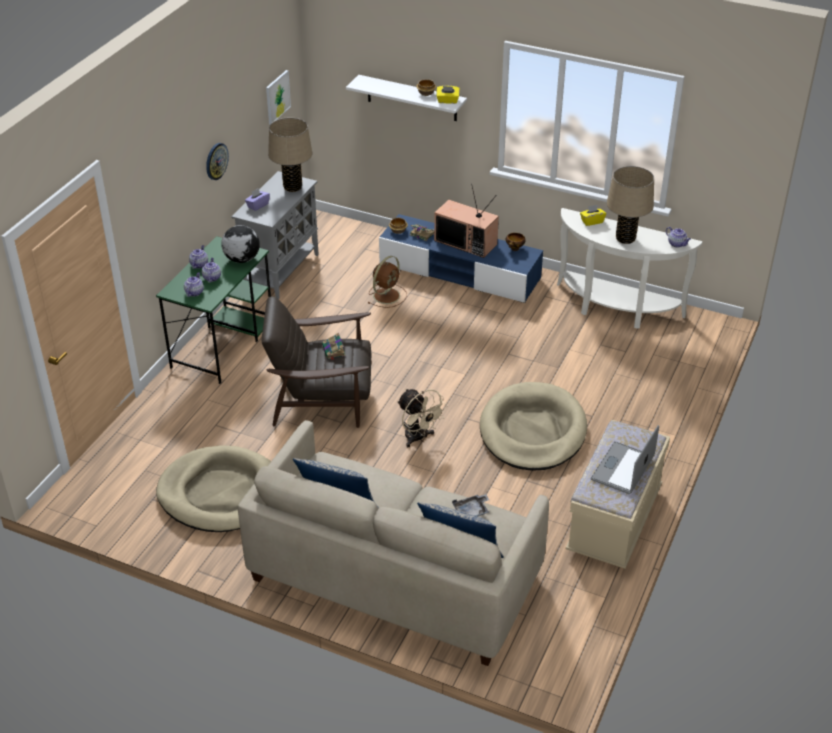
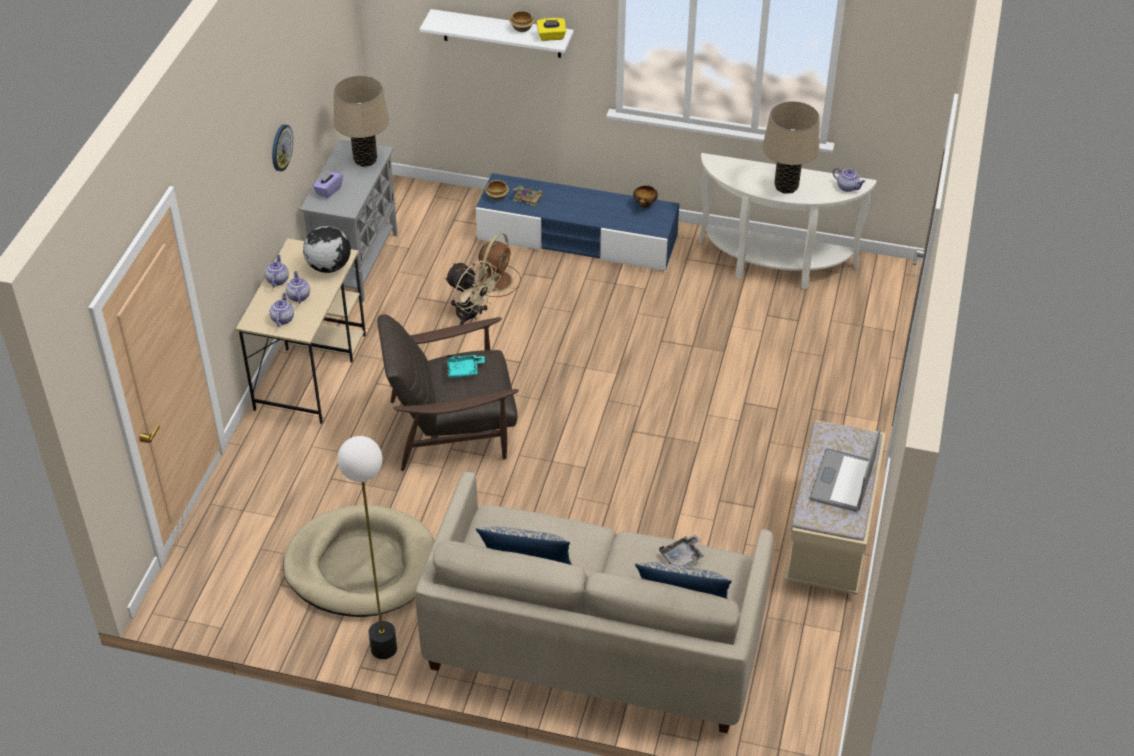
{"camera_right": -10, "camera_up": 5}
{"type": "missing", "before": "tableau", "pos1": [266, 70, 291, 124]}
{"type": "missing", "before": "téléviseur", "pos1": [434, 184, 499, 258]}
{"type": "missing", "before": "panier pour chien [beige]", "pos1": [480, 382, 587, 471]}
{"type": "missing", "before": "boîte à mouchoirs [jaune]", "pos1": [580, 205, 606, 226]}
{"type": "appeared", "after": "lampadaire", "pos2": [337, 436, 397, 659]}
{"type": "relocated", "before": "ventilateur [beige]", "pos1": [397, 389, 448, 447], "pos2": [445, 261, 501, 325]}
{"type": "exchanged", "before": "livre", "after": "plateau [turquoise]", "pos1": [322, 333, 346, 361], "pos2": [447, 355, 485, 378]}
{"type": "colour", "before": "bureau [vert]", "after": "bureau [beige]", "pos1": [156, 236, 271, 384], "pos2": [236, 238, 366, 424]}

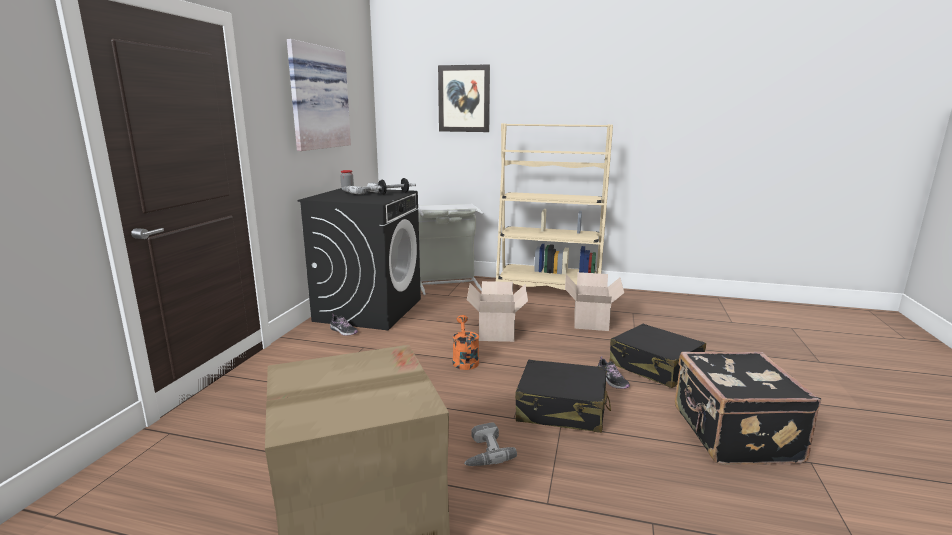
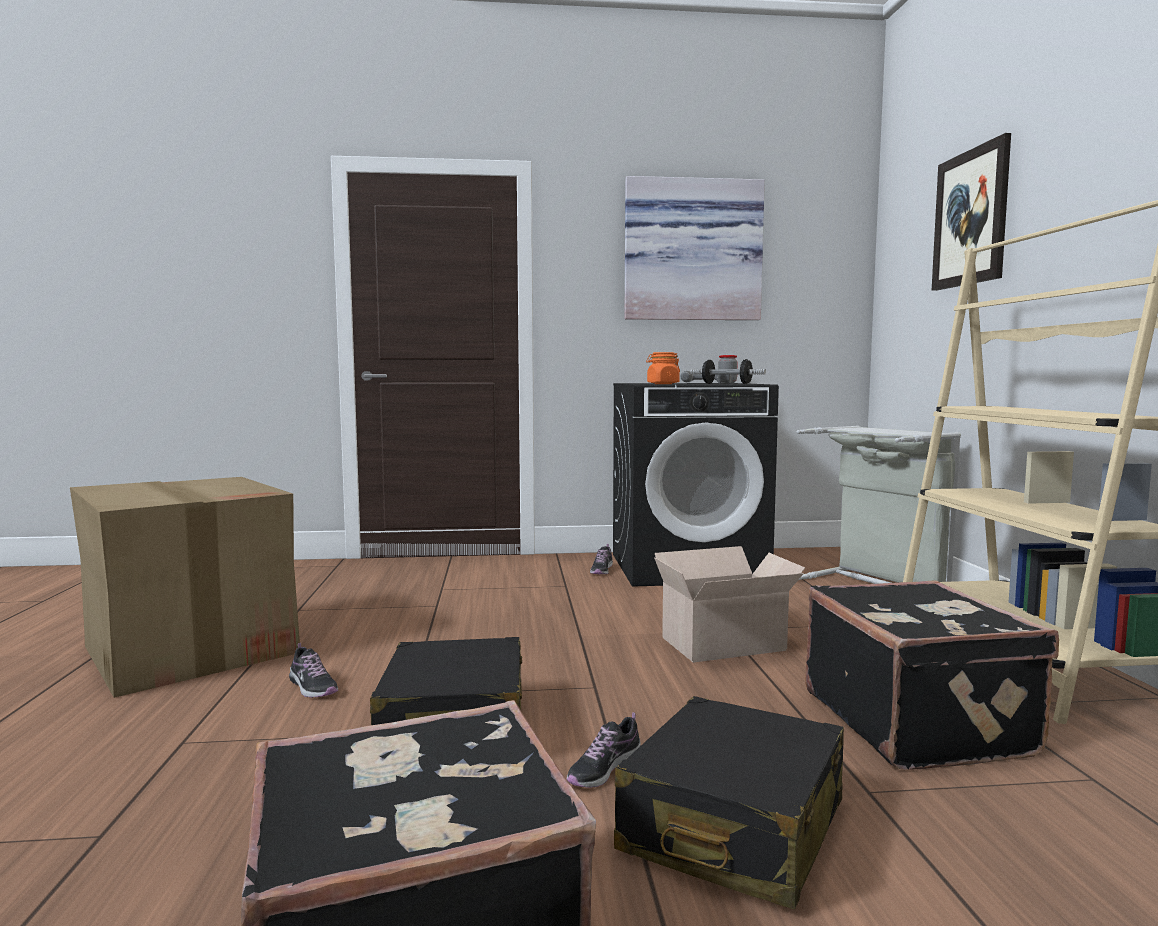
{"camera_right": 70, "camera_up": -10}
{"type": "missing", "before": "arrosoir [orange]", "pos1": [452, 315, 479, 370]}
{"type": "appeared", "after": "bocal [orange]", "pos2": [646, 352, 680, 384]}
{"type": "exchanged", "before": "perceuse", "after": "chaussure", "pos1": [464, 422, 517, 466], "pos2": [289, 643, 338, 698]}
{"type": "exchanged", "before": "carton", "after": "valise [noir]", "pos1": [565, 272, 624, 331], "pos2": [805, 580, 1059, 770]}

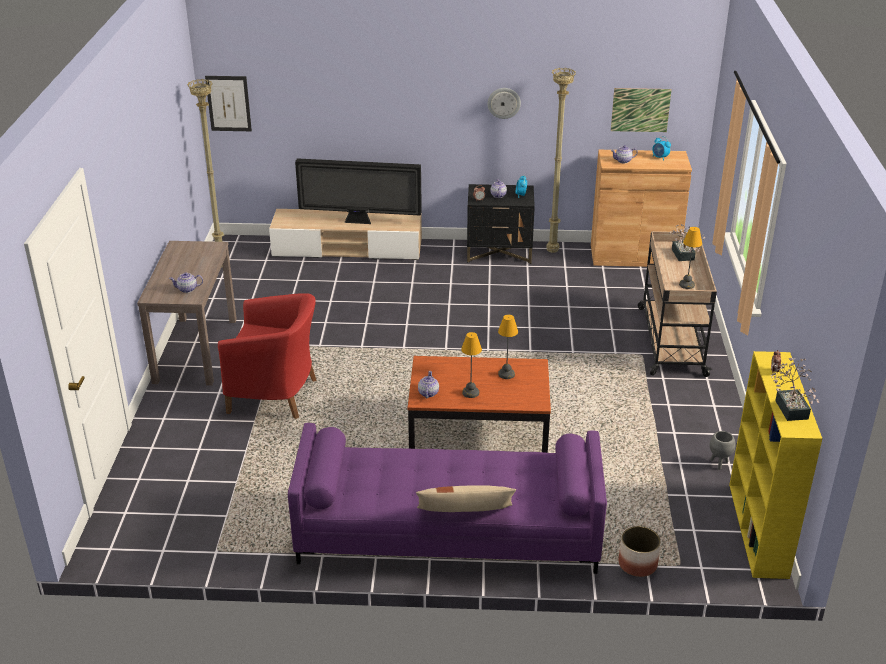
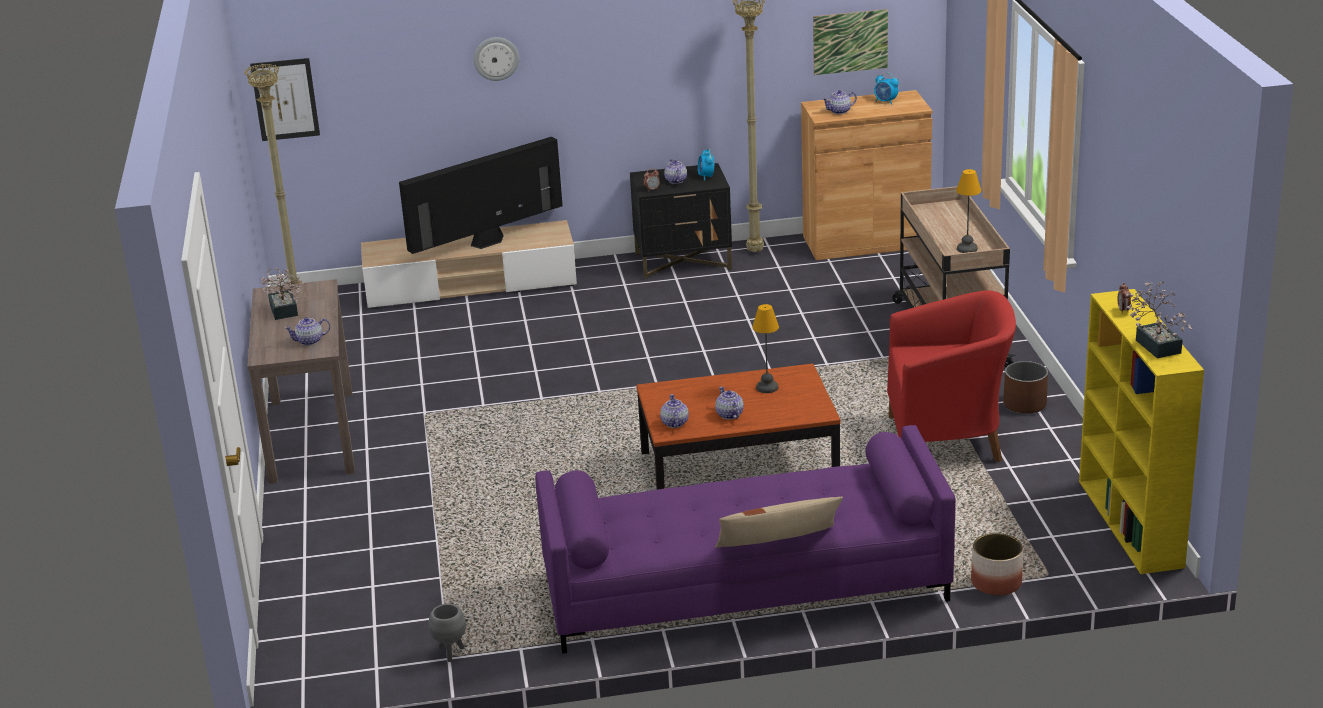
{"camera_right": -10, "camera_up": -5}
{"type": "appeared", "after": "cache-pot [marron]", "pos2": [1003, 361, 1048, 414]}
{"type": "relocated", "before": "fauteuil [rouge]", "pos1": [218, 293, 317, 419], "pos2": [887, 290, 1016, 462]}
{"type": "relocated", "before": "horloge murale", "pos1": [488, 88, 521, 119], "pos2": [473, 37, 519, 81]}
{"type": "relocated", "before": "plante en pot", "pos1": [669, 224, 705, 261], "pos2": [261, 267, 304, 320]}
{"type": "relocated", "before": "cache-pot [gris]", "pos1": [710, 431, 736, 470], "pos2": [429, 604, 466, 662]}
{"type": "exchanged", "before": "lampe de table", "after": "théière", "pos1": [461, 332, 482, 398], "pos2": [715, 386, 744, 419]}
{"type": "spun", "before": "téléviseur", "pos1": [295, 158, 422, 224], "pos2": [399, 137, 563, 254], "turn": 150}

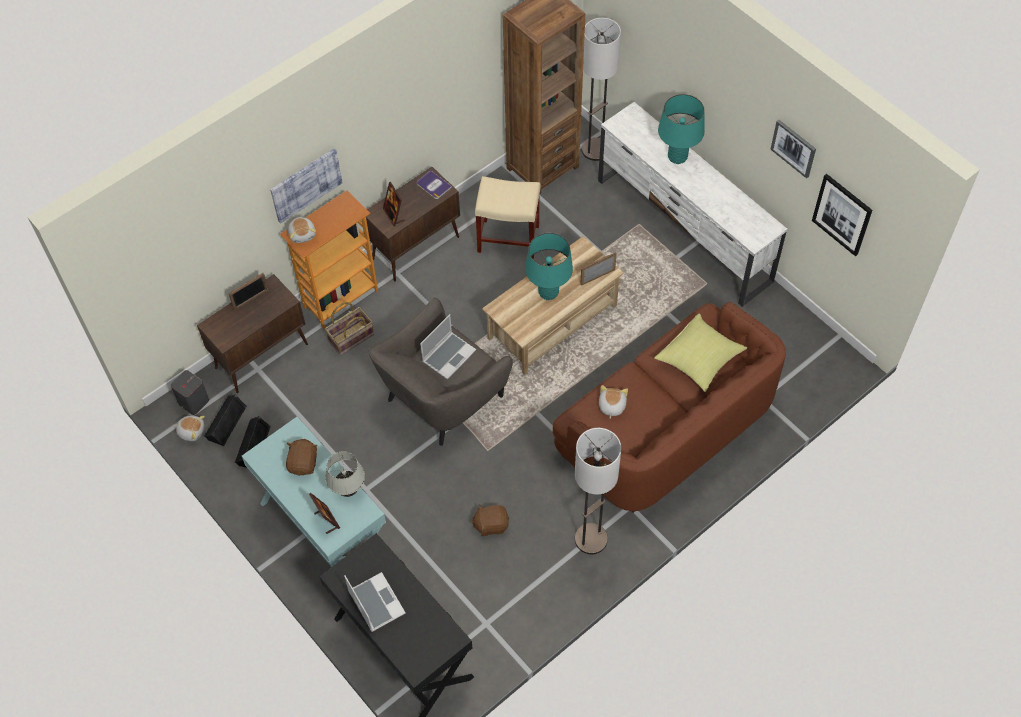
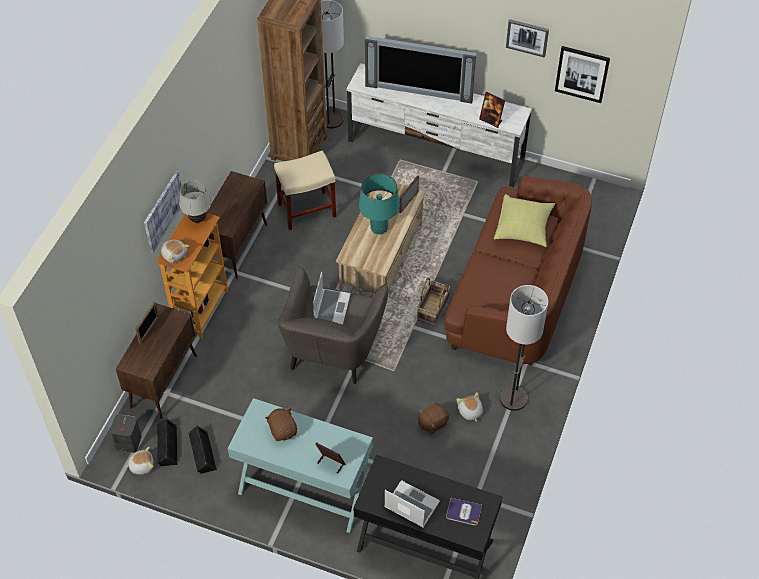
{"camera_right": -30, "camera_up": -5}
{"type": "relocated", "before": "panier", "pos1": [325, 302, 374, 356], "pos2": [417, 278, 450, 326]}
{"type": "relocated", "before": "lampe de table [blanc]", "pos1": [326, 451, 365, 497], "pos2": [179, 180, 211, 223]}
{"type": "relocated", "before": "cadre photo", "pos1": [383, 182, 405, 226], "pos2": [479, 92, 505, 128]}
{"type": "relocated", "before": "livre", "pos1": [417, 170, 452, 199], "pos2": [446, 498, 482, 526]}
{"type": "relocated", "before": "peluche", "pos1": [599, 385, 628, 419], "pos2": [456, 392, 483, 422]}
{"type": "exchanged", "before": "lampe de table [turquoise]", "after": "téléviseur", "pos1": [658, 94, 704, 164], "pos2": [365, 36, 477, 104]}

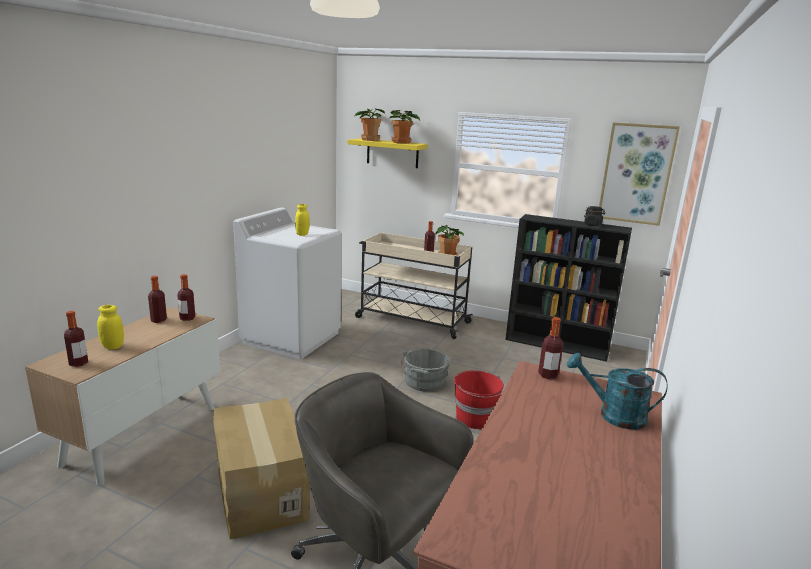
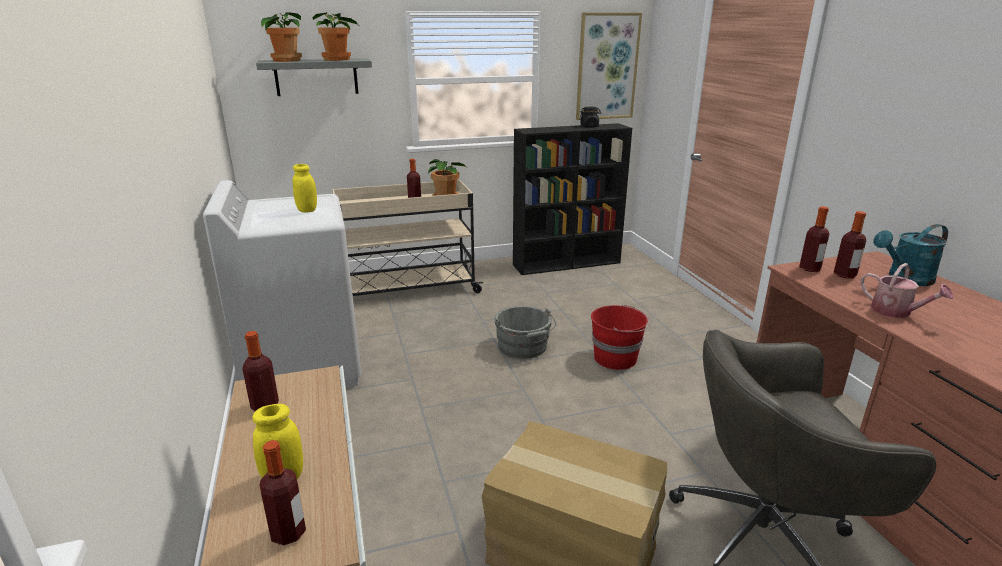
{"camera_right": -40, "camera_up": 5}
{"type": "appeared", "after": "arrosoir", "pos2": [861, 263, 953, 318]}
{"type": "relocated", "before": "bouteille", "pos1": [177, 274, 195, 321], "pos2": [834, 211, 866, 278]}
{"type": "colour", "before": "étagère [jaune]", "after": "étagère [gris]", "pos1": [348, 138, 428, 168], "pos2": [256, 58, 372, 96]}

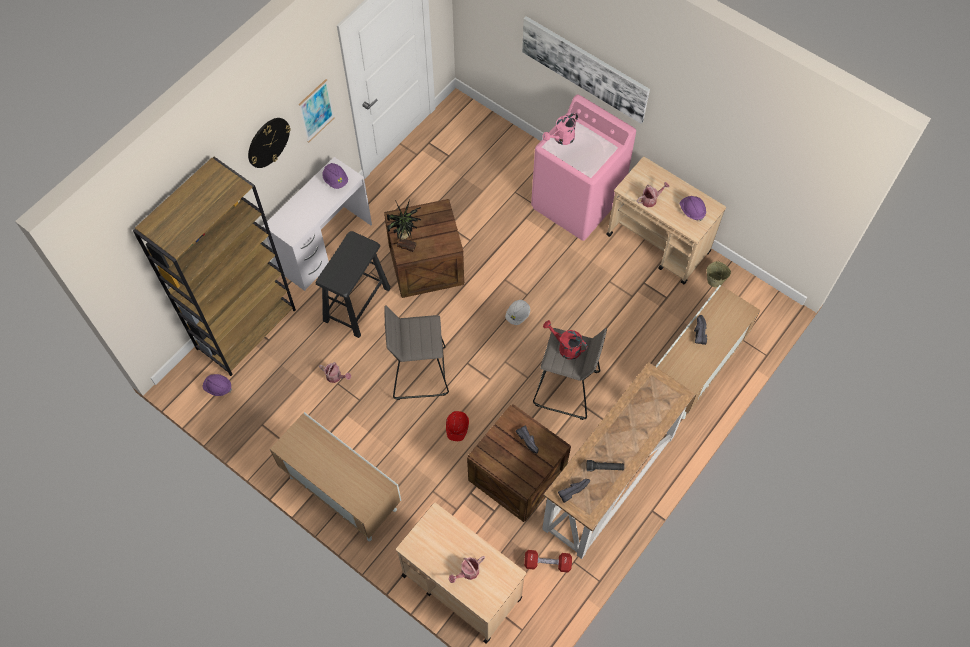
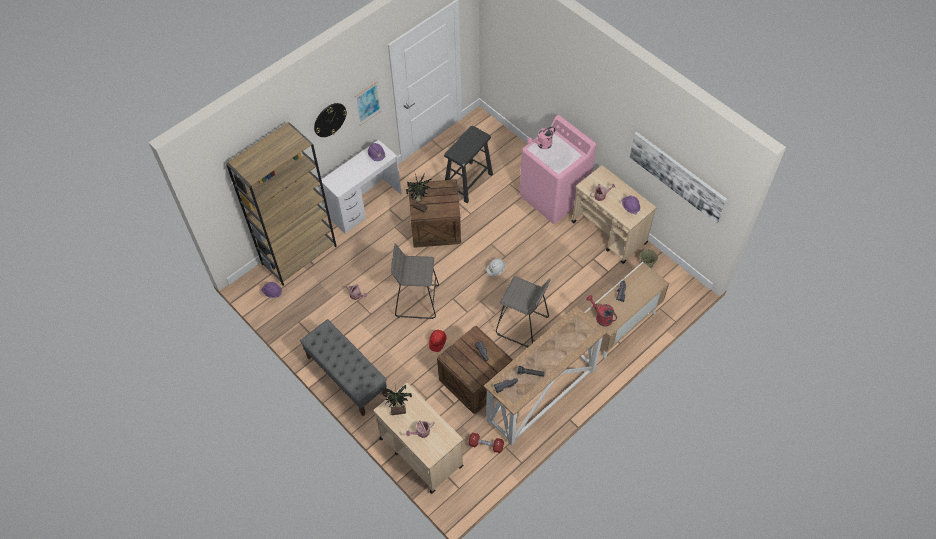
{"camera_right": 10, "camera_up": -5}
{"type": "appeared", "after": "plante en pot", "pos2": [380, 384, 412, 415]}
{"type": "relocated", "before": "tabouret [noir]", "pos1": [316, 231, 391, 338], "pos2": [444, 126, 493, 203]}
{"type": "relocated", "before": "tableau", "pos1": [522, 16, 650, 124], "pos2": [630, 132, 727, 224]}
{"type": "relocated", "before": "arrosoir [rouge]", "pos1": [543, 320, 588, 360], "pos2": [586, 295, 617, 326]}
{"type": "exchanged", "before": "meuble de rangement", "after": "banc [gris]", "pos1": [270, 412, 401, 542], "pos2": [300, 319, 388, 416]}

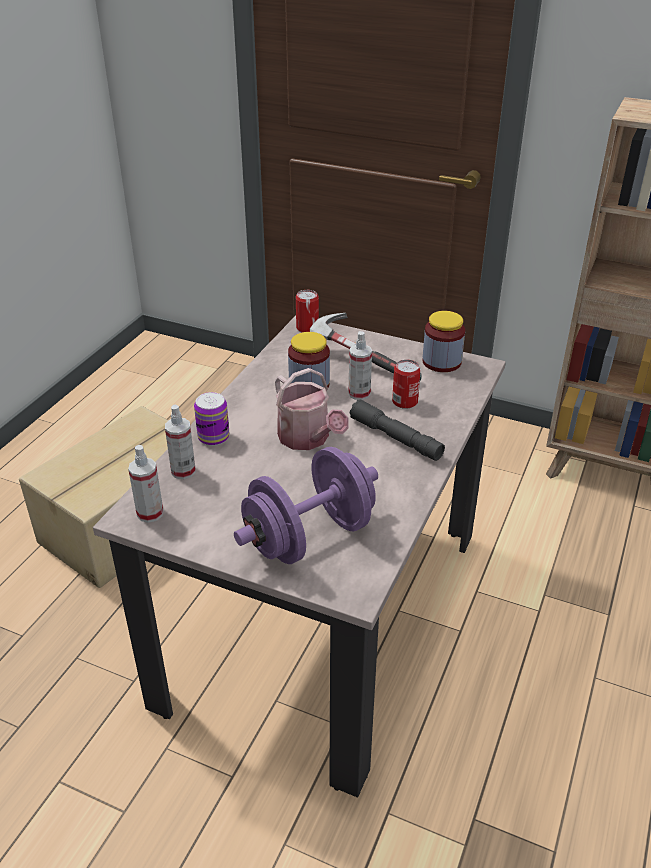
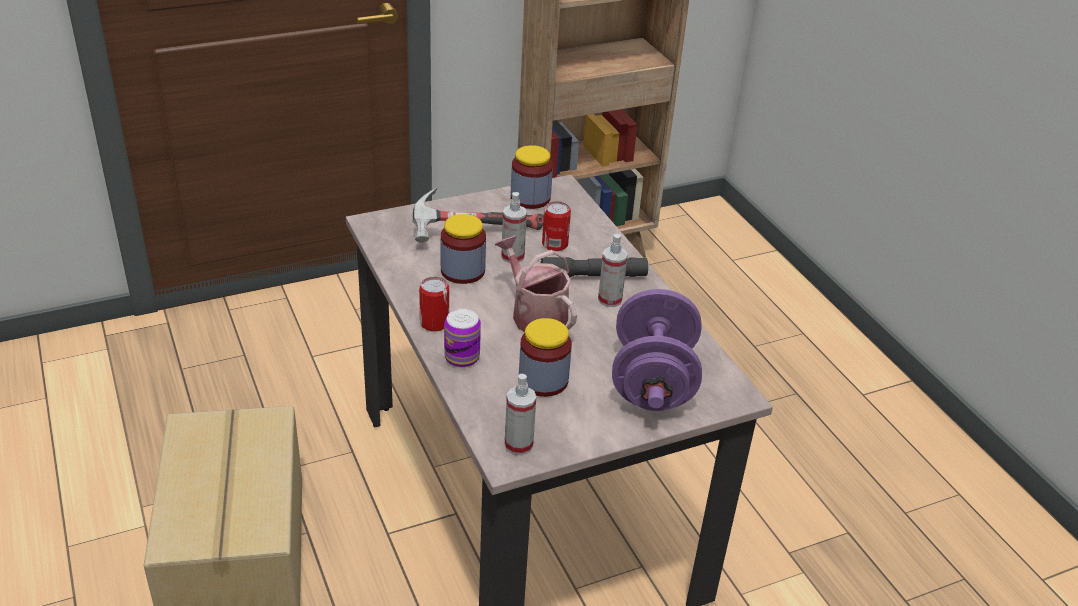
{"camera_right": -50, "camera_up": 0}
{"type": "appeared", "after": "bocal", "pos2": [519, 318, 572, 397]}
{"type": "relocated", "before": "vaporisateur", "pos1": [165, 405, 196, 479], "pos2": [598, 234, 628, 307]}
{"type": "relocated", "before": "boîte métallique", "pos1": [296, 290, 319, 332], "pos2": [419, 277, 449, 332]}
{"type": "spun", "before": "arrosoir", "pos1": [275, 368, 349, 450], "pos2": [495, 235, 577, 332], "turn": -135}

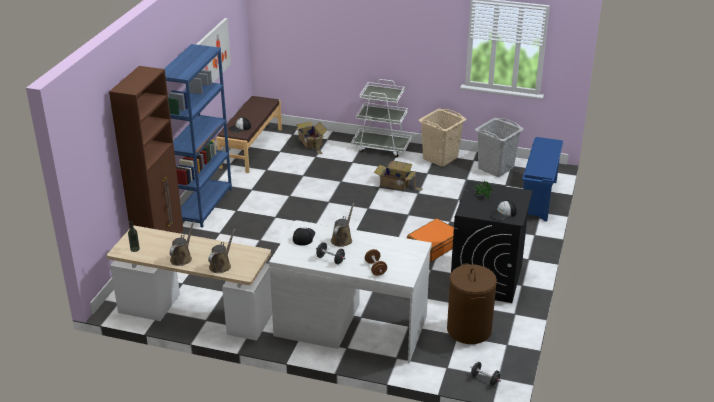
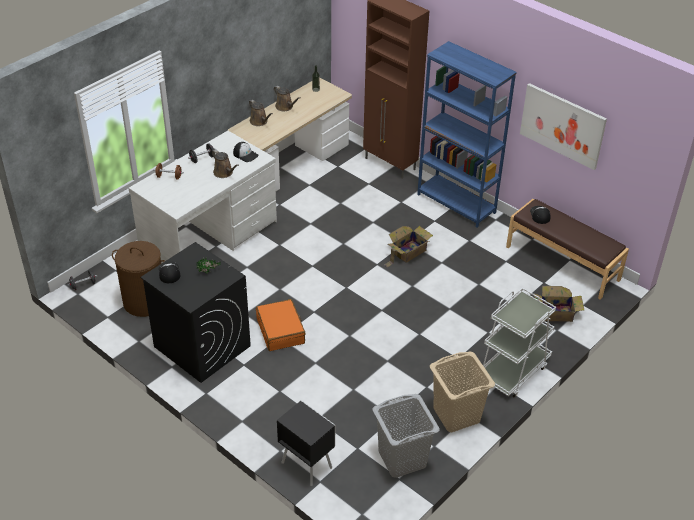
{"camera_right": 115, "camera_up": 10}
{"type": "relocated", "before": "carton", "pos1": [374, 161, 423, 191], "pos2": [384, 226, 433, 267]}
{"type": "exchanged", "before": "étagère à chaussures [bleu]", "after": "table de chevet [noir]", "pos1": [522, 137, 563, 222], "pos2": [277, 400, 335, 486]}

